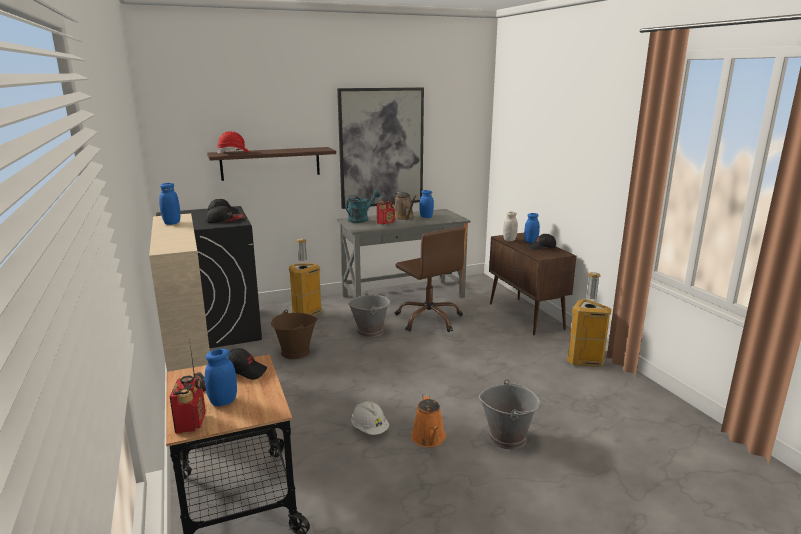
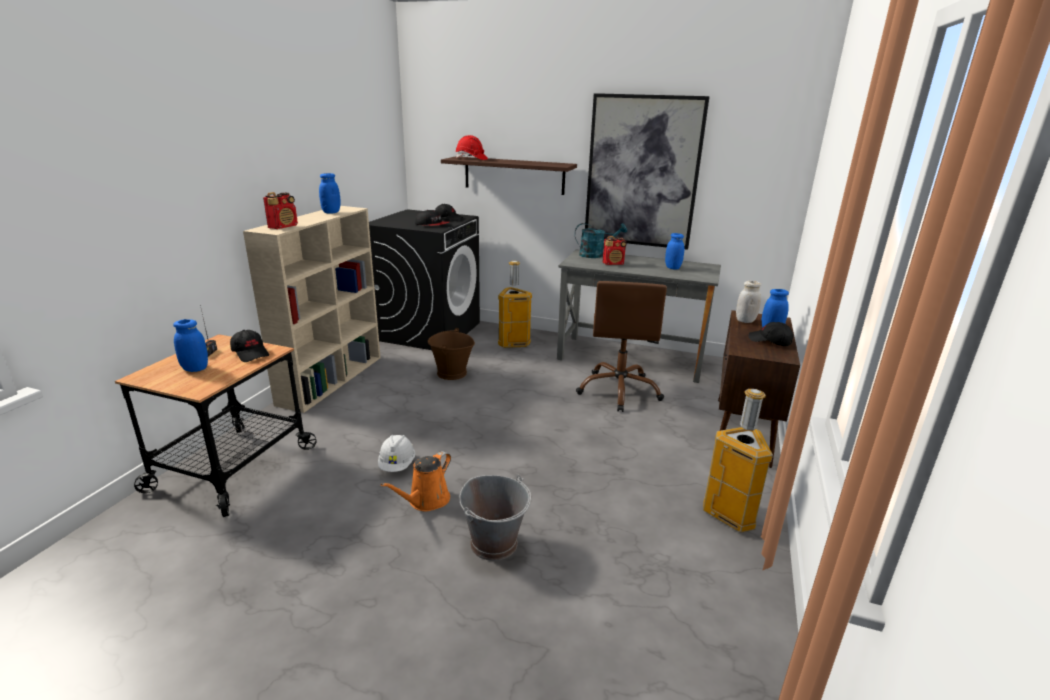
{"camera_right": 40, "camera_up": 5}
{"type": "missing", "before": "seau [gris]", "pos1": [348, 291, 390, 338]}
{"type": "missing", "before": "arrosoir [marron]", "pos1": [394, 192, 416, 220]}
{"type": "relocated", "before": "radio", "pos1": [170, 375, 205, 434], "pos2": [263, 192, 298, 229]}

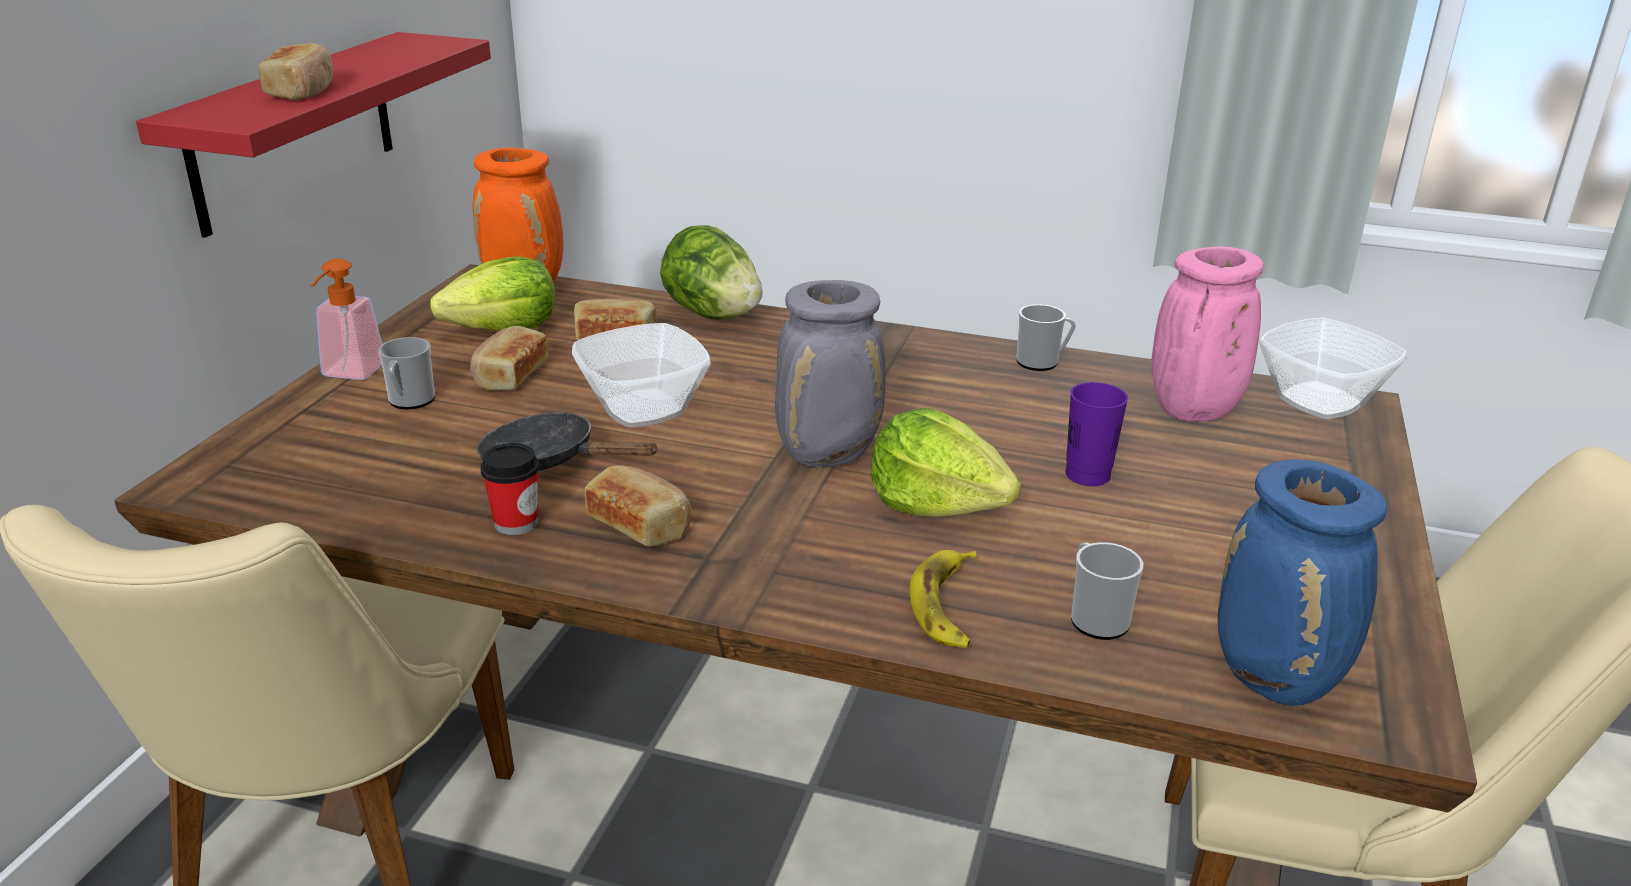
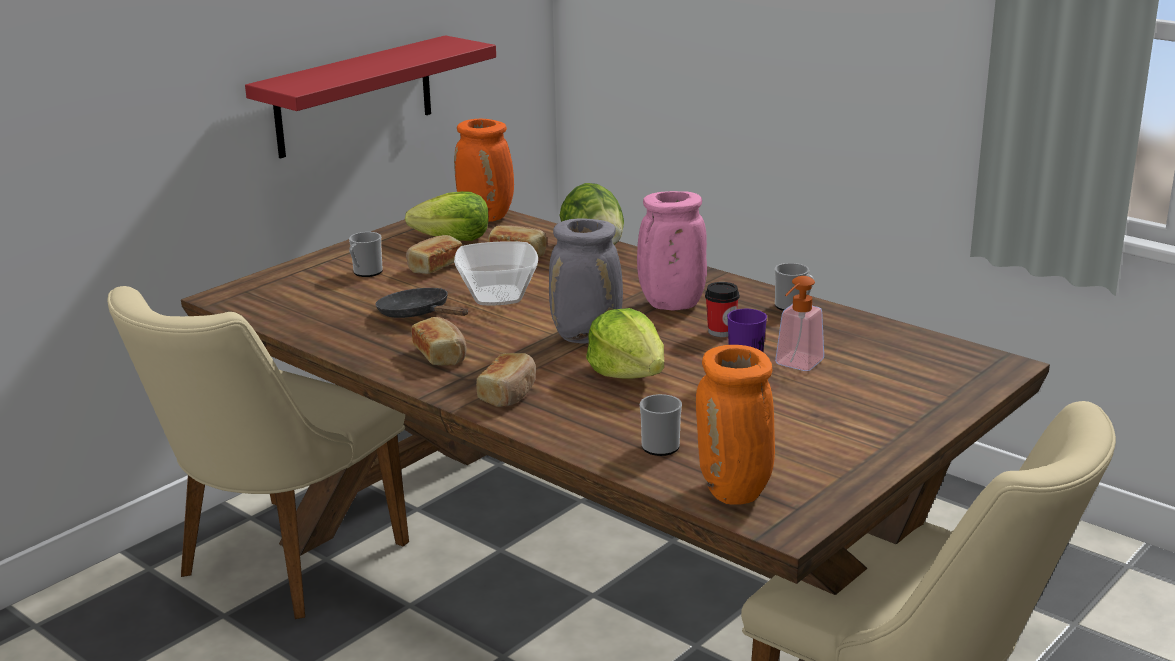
{"camera_right": 25, "camera_up": -5}
{"type": "missing", "before": "banane", "pos1": [910, 550, 977, 648]}
{"type": "missing", "before": "bol", "pos1": [1259, 318, 1407, 419]}
{"type": "relocated", "before": "pain", "pos1": [258, 43, 333, 100], "pos2": [476, 353, 536, 407]}
{"type": "relocated", "before": "distributeur de savon", "pos1": [311, 259, 382, 380], "pos2": [775, 276, 824, 371]}
{"type": "relocated", "before": "tasse", "pos1": [480, 443, 539, 535], "pos2": [705, 282, 739, 337]}
{"type": "relocated", "before": "vase [rose]", "pos1": [1151, 246, 1264, 422], "pos2": [637, 191, 707, 311]}
{"type": "colour", "before": "vase [bleu]", "after": "vase [orange]", "pos1": [1218, 459, 1387, 706], "pos2": [696, 345, 775, 505]}

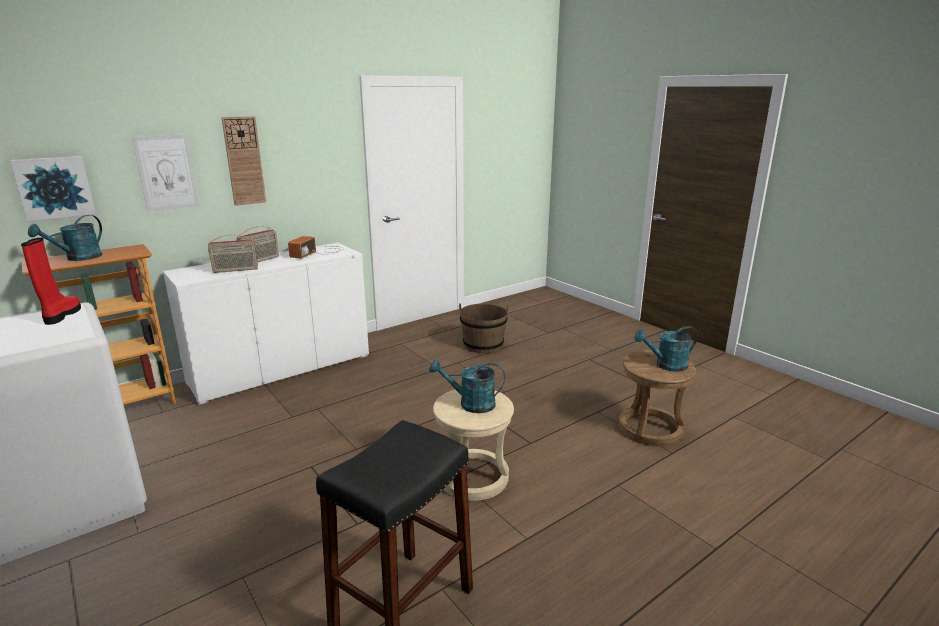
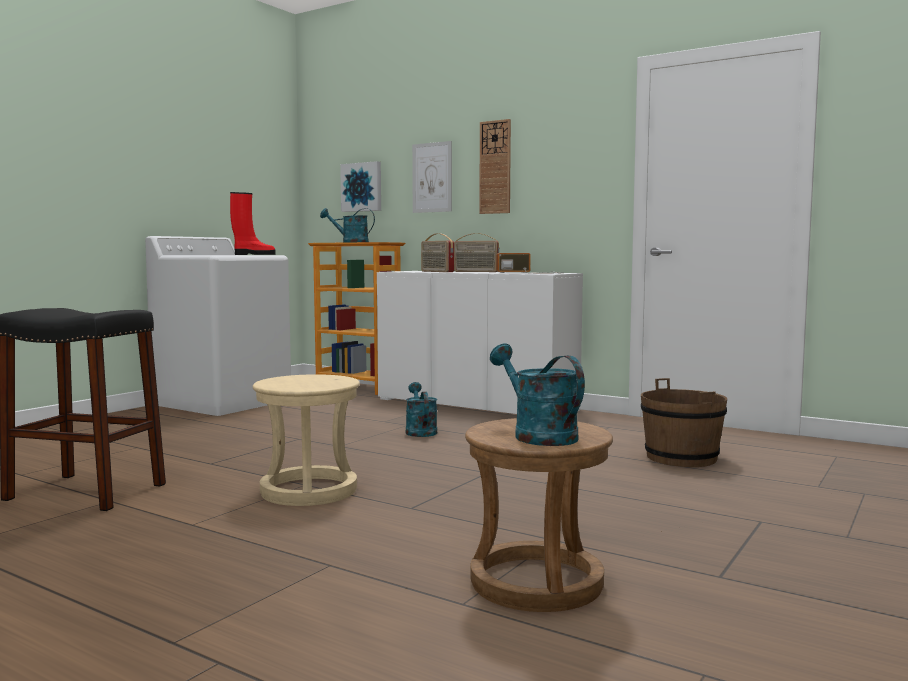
{"camera_right": 70, "camera_up": -15}
{"type": "relocated", "before": "arrosoir [turquoise]", "pos1": [429, 359, 505, 413], "pos2": [406, 382, 437, 437]}

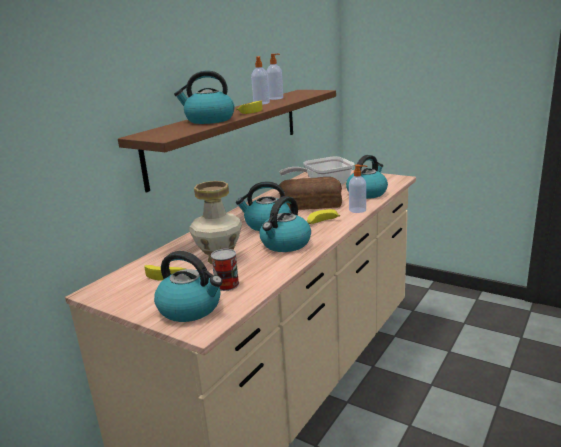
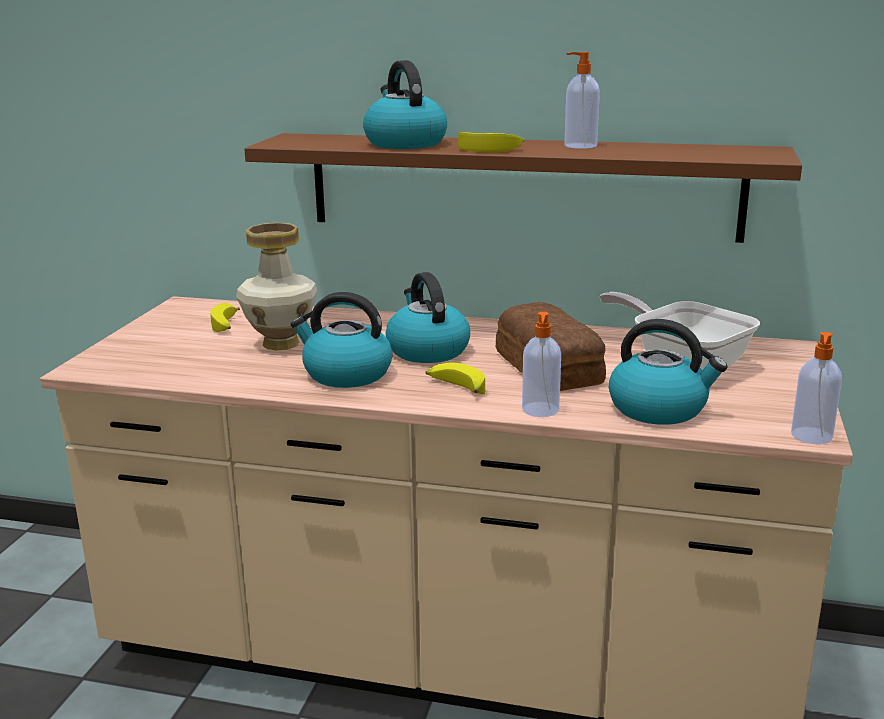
{"camera_right": 70, "camera_up": 0}
{"type": "missing", "before": "bouilloire", "pos1": [154, 251, 223, 322]}
{"type": "missing", "before": "boîte métallique", "pos1": [211, 249, 239, 291]}
{"type": "relocated", "before": "distributeur de savon", "pos1": [266, 54, 283, 100], "pos2": [791, 332, 842, 444]}

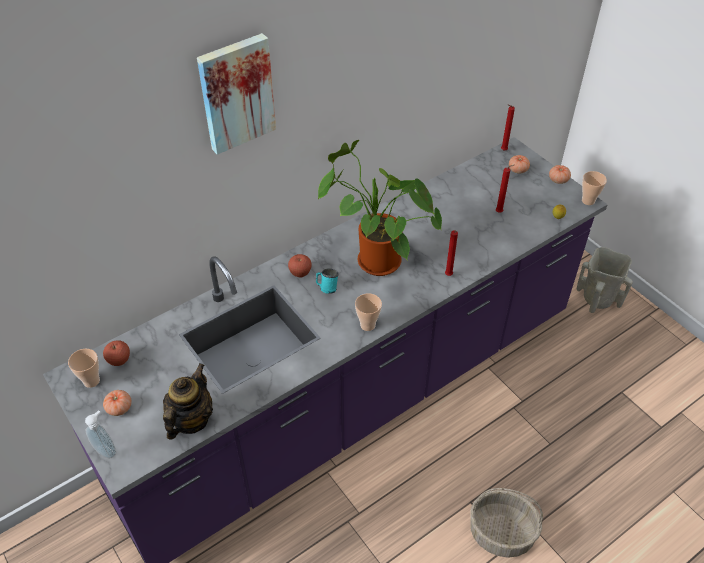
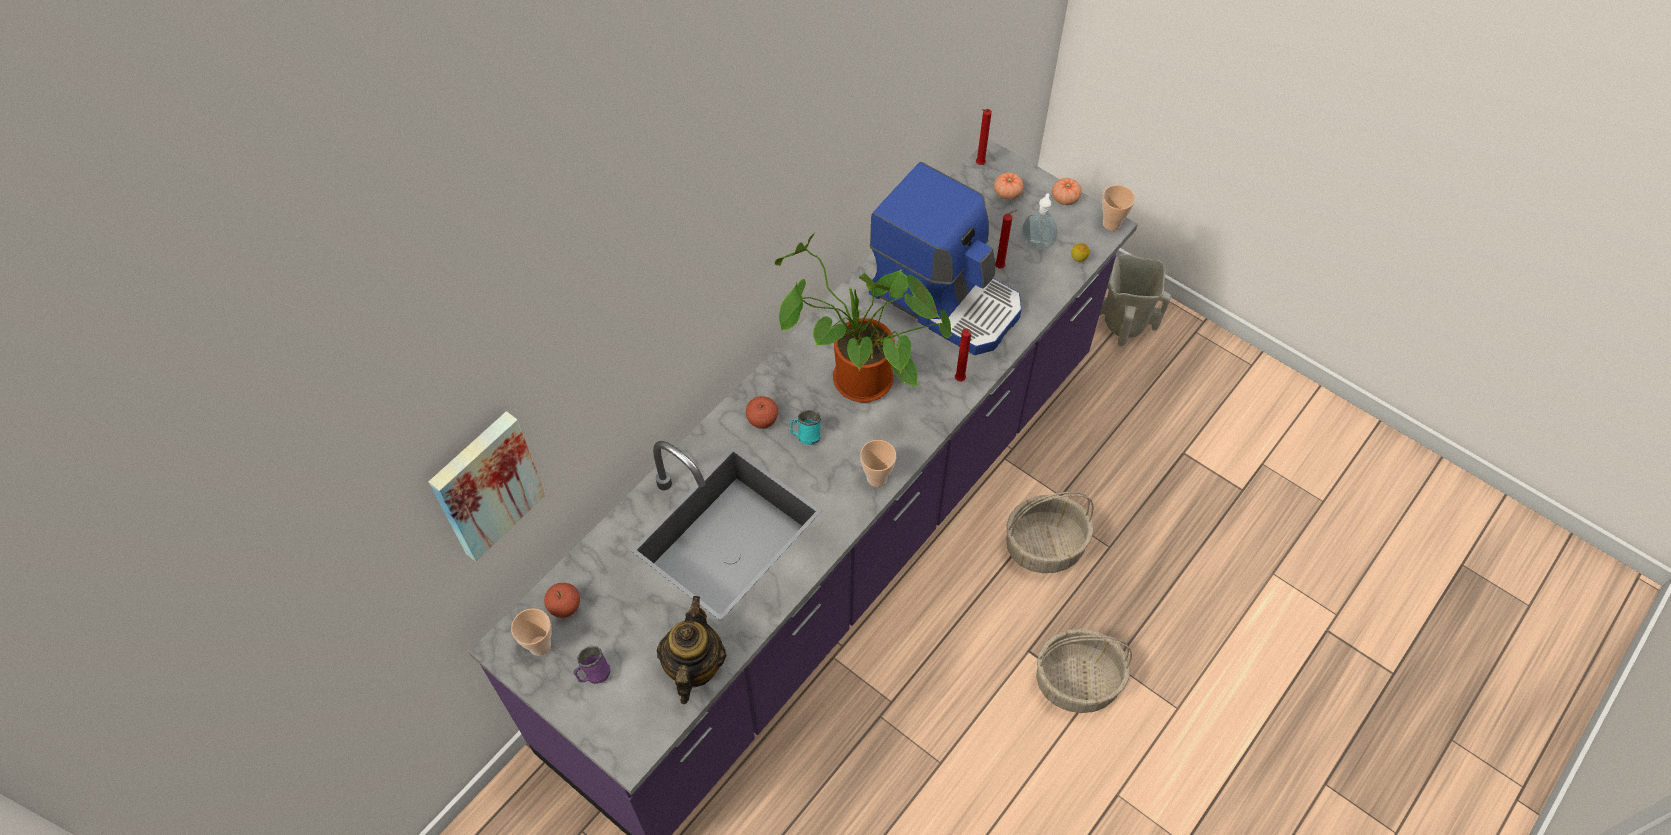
{"camera_right": -15, "camera_up": 10}
{"type": "appeared", "after": "machine à café", "pos2": [869, 162, 1022, 355]}
{"type": "appeared", "after": "panier", "pos2": [1006, 492, 1094, 573]}
{"type": "relocated", "before": "distributeur de savon", "pos1": [85, 410, 116, 458], "pos2": [1021, 193, 1058, 249]}
{"type": "relocated", "before": "tableau", "pos1": [197, 33, 276, 155], "pos2": [429, 411, 546, 561]}
{"type": "exchanged", "before": "tomate", "after": "mug [violet]", "pos1": [103, 390, 132, 416], "pos2": [573, 646, 611, 684]}

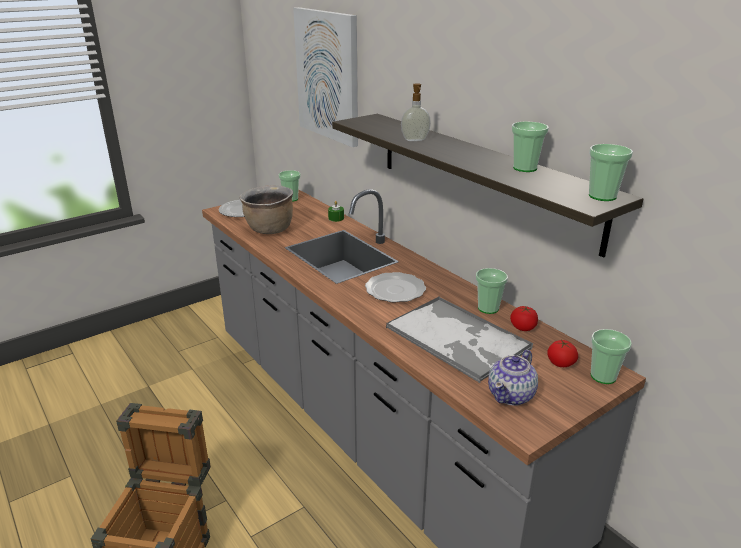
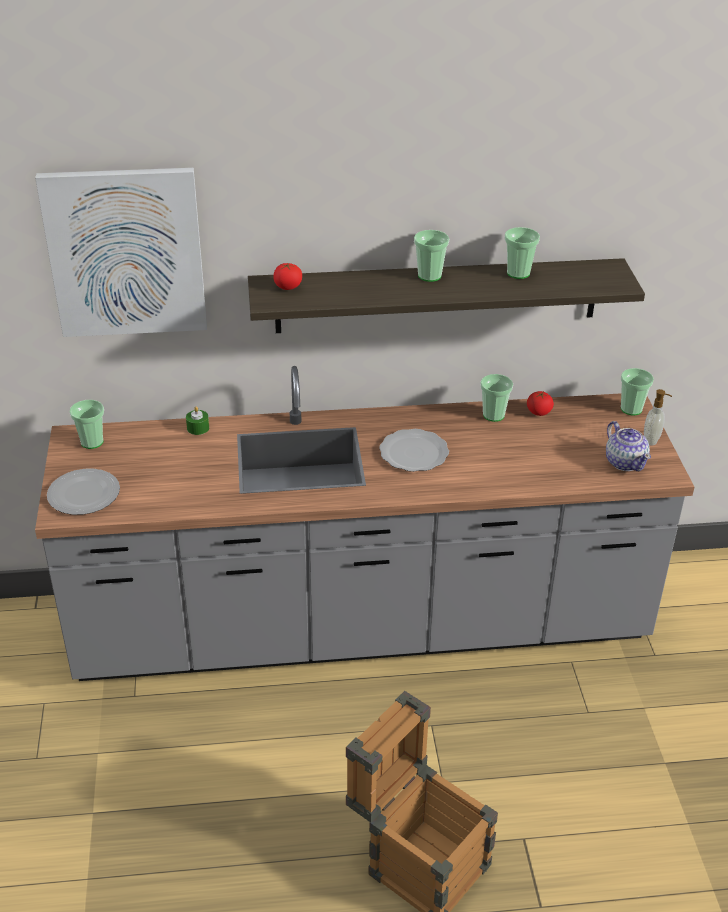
{"camera_right": -60, "camera_up": 10}
{"type": "missing", "before": "marmite [marron]", "pos1": [239, 185, 293, 234]}
{"type": "missing", "before": "plateau", "pos1": [386, 296, 533, 383]}
{"type": "relocated", "before": "distributeur de savon", "pos1": [401, 83, 431, 141], "pos2": [644, 389, 672, 446]}
{"type": "relocated", "before": "tomate", "pos1": [547, 340, 578, 367], "pos2": [273, 263, 302, 290]}
{"type": "relocated", "before": "tasse", "pos1": [589, 144, 633, 201], "pos2": [414, 230, 449, 282]}

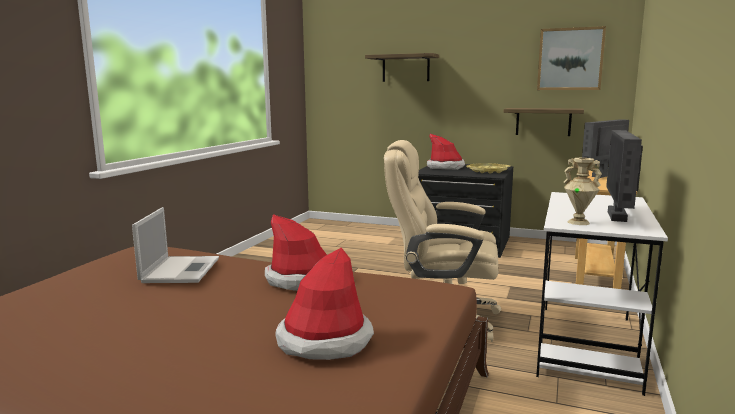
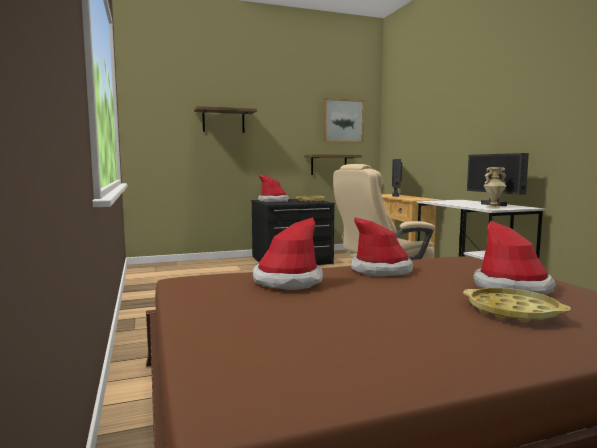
{"camera_right": -40, "camera_up": -5}
{"type": "appeared", "after": "plateau [jaune]", "pos2": [463, 288, 571, 323]}
{"type": "exchanged", "before": "ordinateur portable", "after": "chapeau", "pos1": [132, 207, 219, 283], "pos2": [253, 217, 323, 290]}

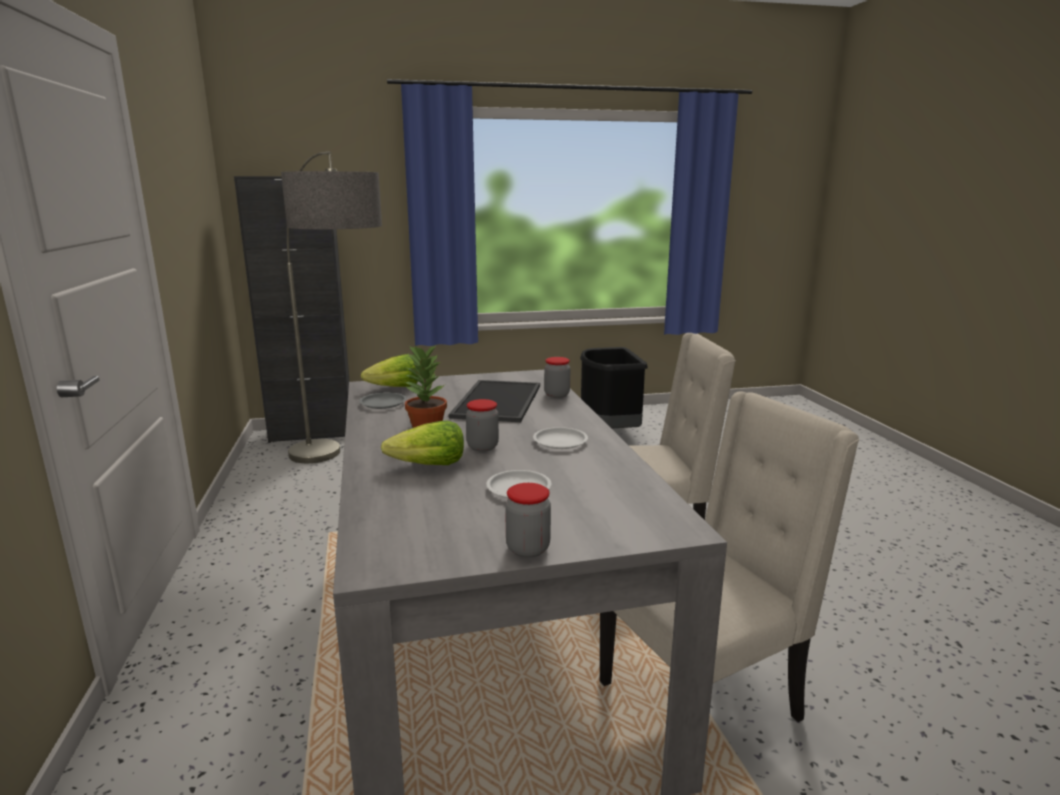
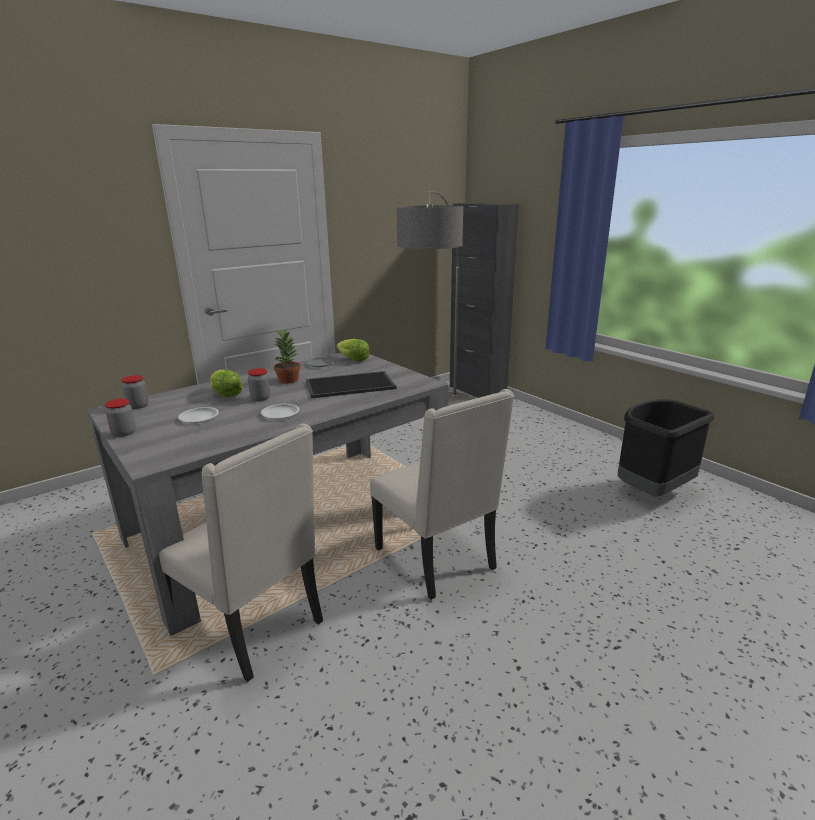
{"camera_right": 65, "camera_up": 5}
{"type": "relocated", "before": "bocal", "pos1": [544, 357, 570, 398], "pos2": [121, 375, 149, 409]}

